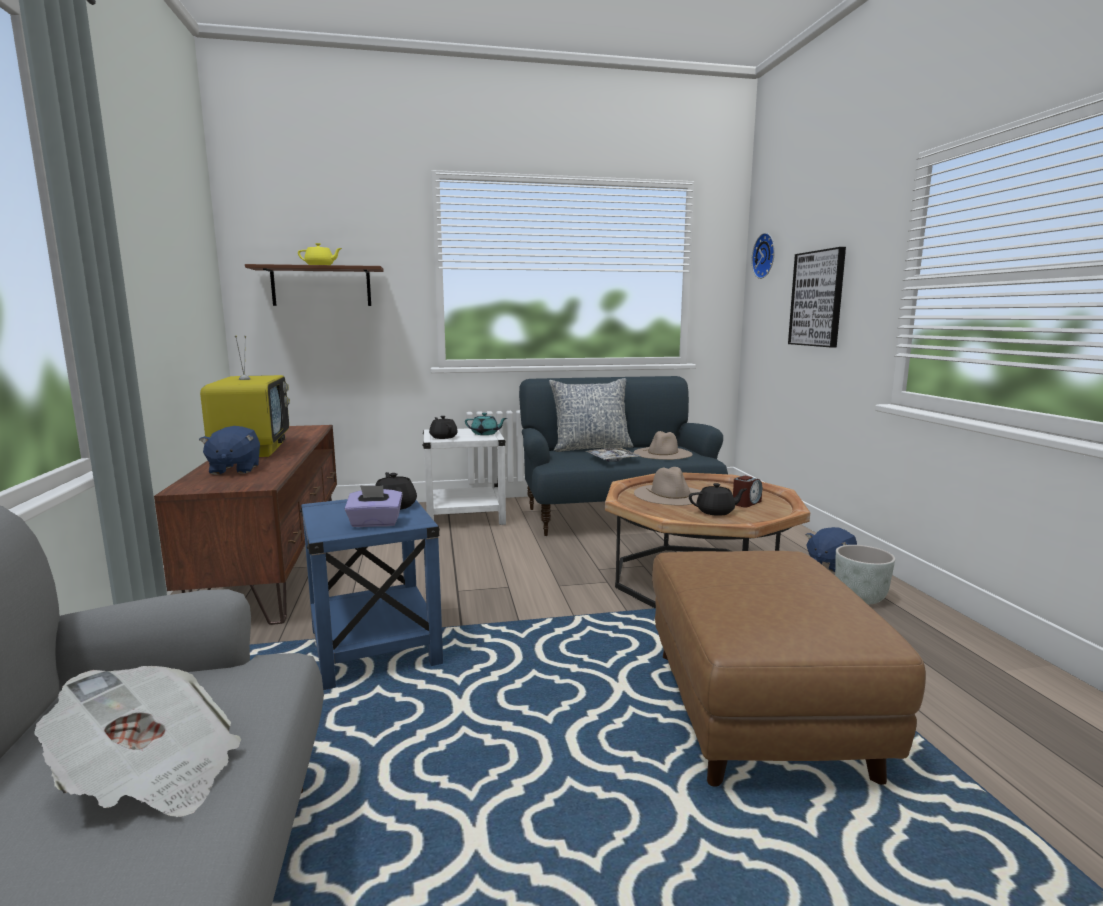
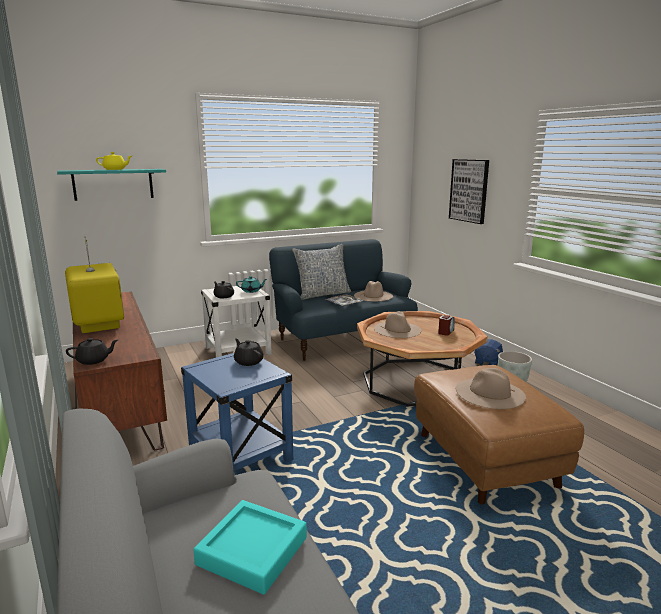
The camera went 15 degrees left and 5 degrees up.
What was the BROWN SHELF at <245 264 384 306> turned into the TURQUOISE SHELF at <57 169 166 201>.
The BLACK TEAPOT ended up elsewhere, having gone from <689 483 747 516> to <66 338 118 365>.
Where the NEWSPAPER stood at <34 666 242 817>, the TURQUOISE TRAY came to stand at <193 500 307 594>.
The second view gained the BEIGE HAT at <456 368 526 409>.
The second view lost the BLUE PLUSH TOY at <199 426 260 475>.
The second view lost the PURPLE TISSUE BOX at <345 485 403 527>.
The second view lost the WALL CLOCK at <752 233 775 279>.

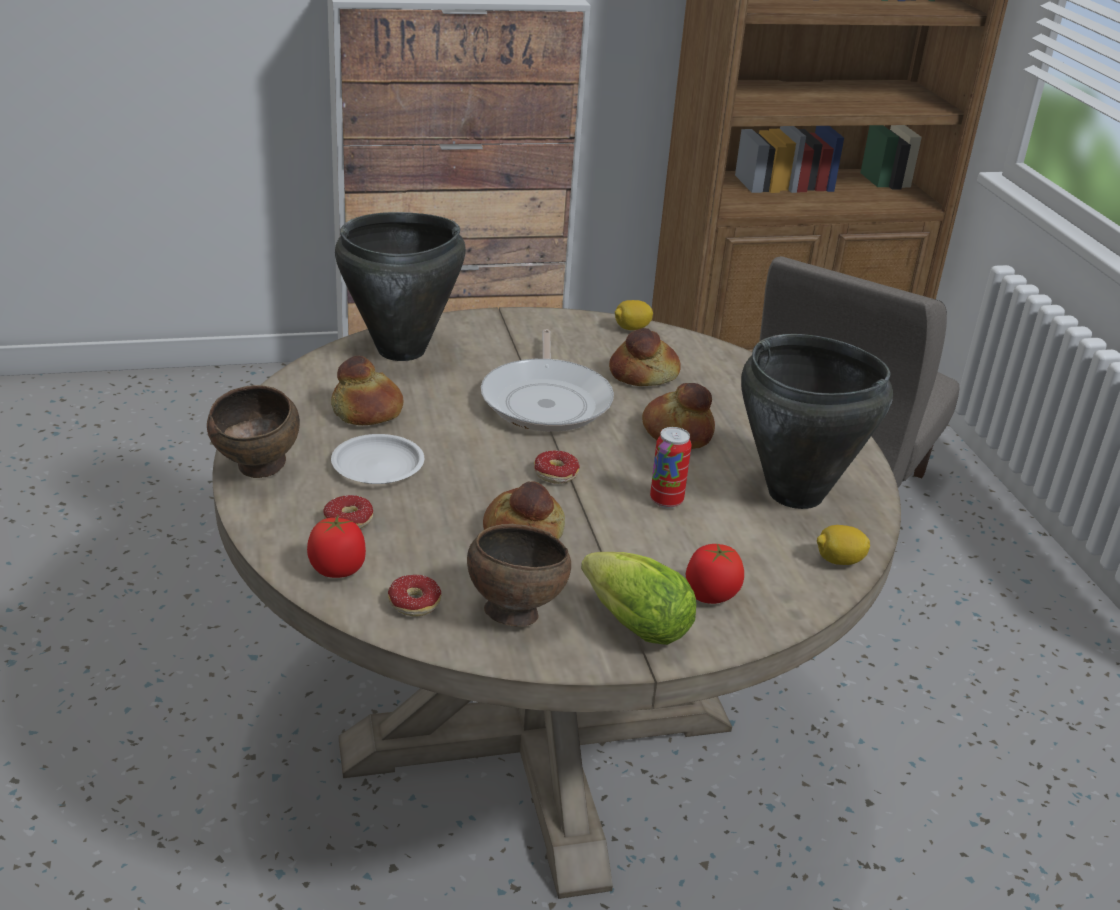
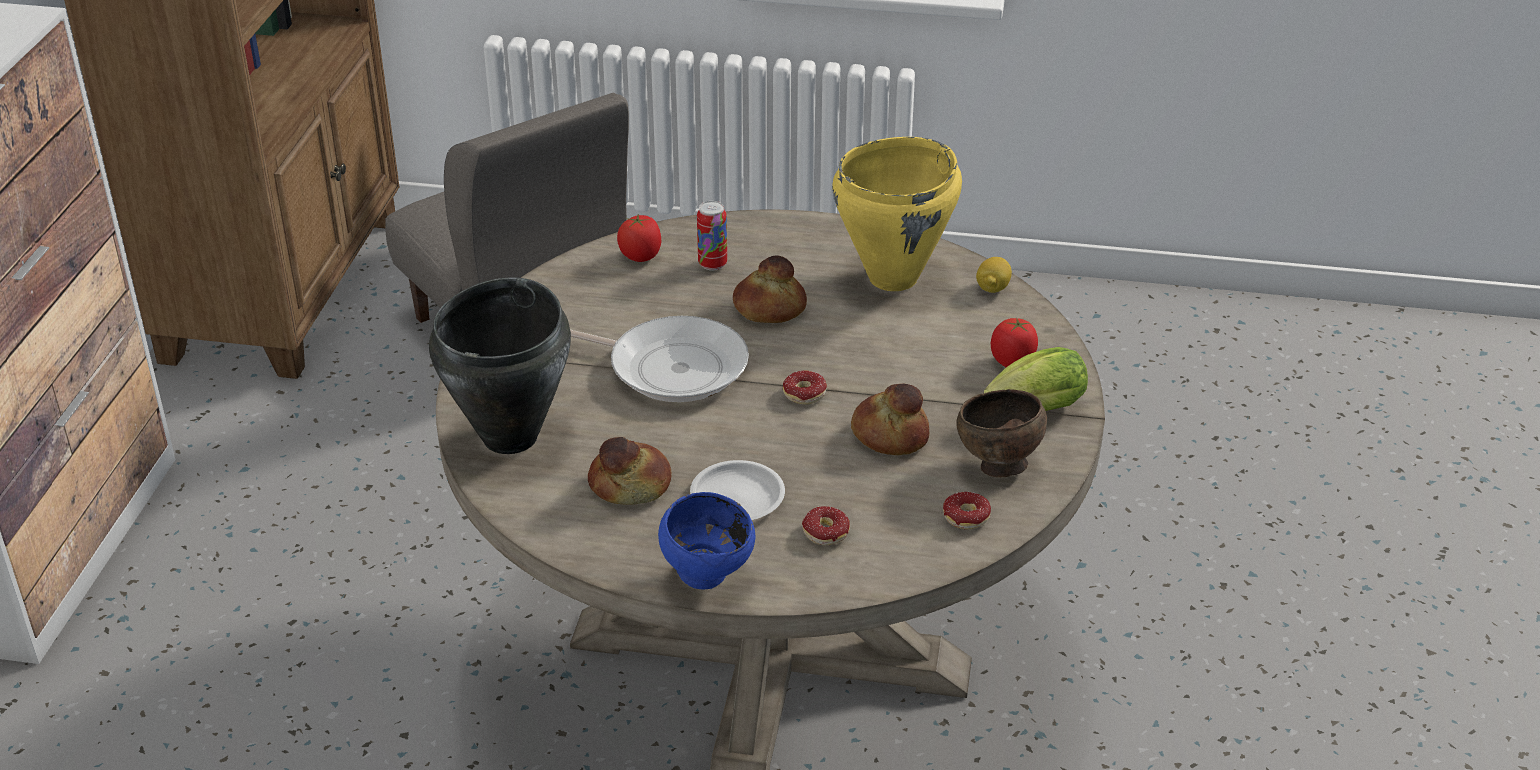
The camera went 65 degrees left and 5 degrees up.
The TOMATO ended up elsewhere, having gone from <307 515 366 578> to <617 214 661 262>.
What was the BROWN BOWL at <207 385 300 478> turned into the BLUE BOWL at <658 492 756 589>.
The CAN ended up elsewhere, having gone from <650 427 691 508> to <697 201 727 270>.
What was the BLACK COOKING POT at <741 334 893 509> turned into the YELLOW COOKING POT at <832 137 962 291>.
The second view lost the BREAD at <609 328 681 386>.
The second view lost the LEMON at <615 300 653 330>.

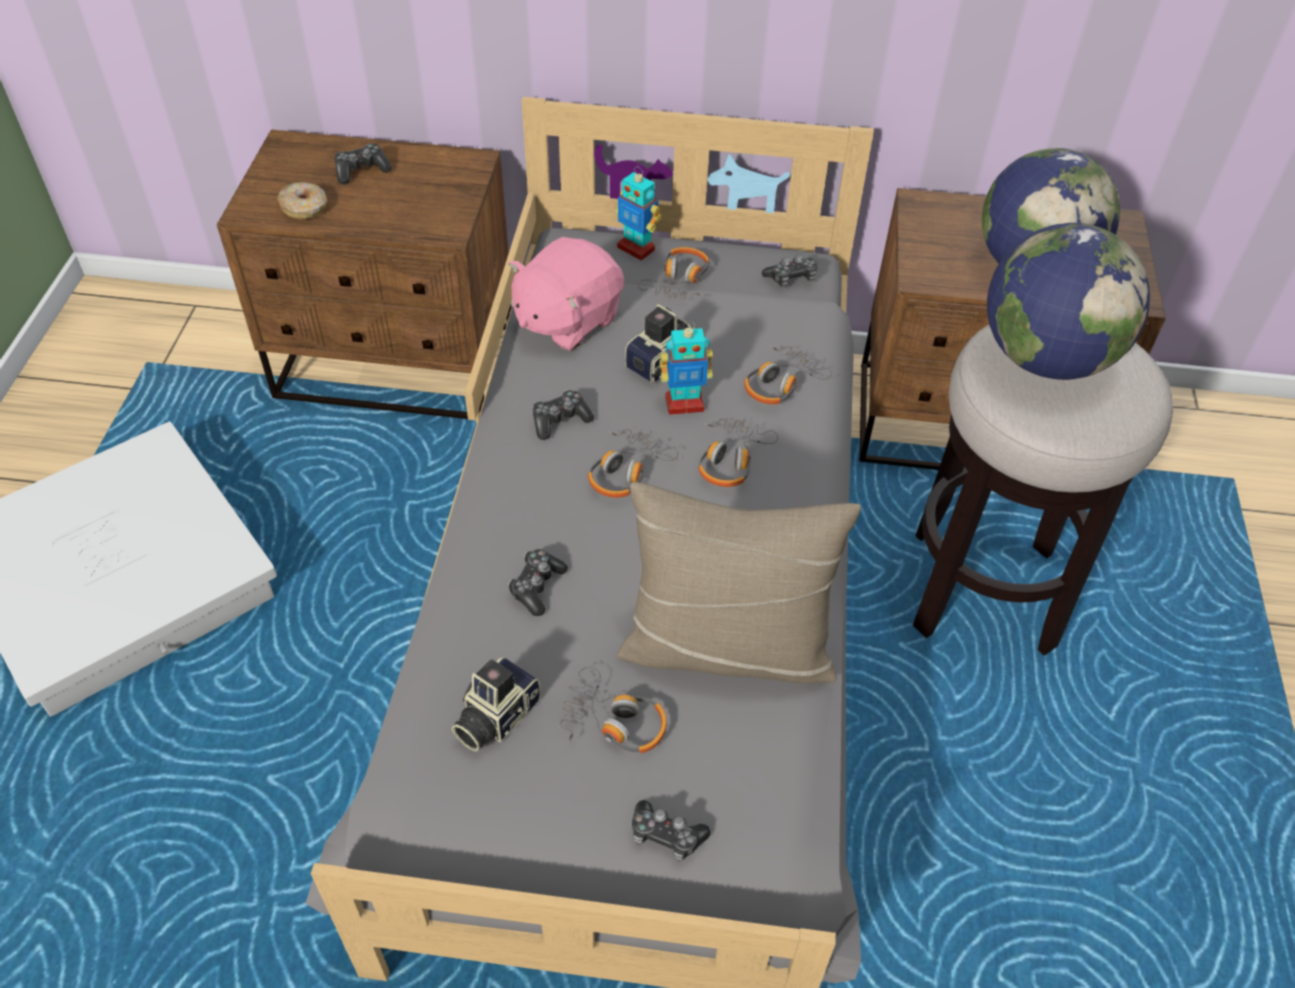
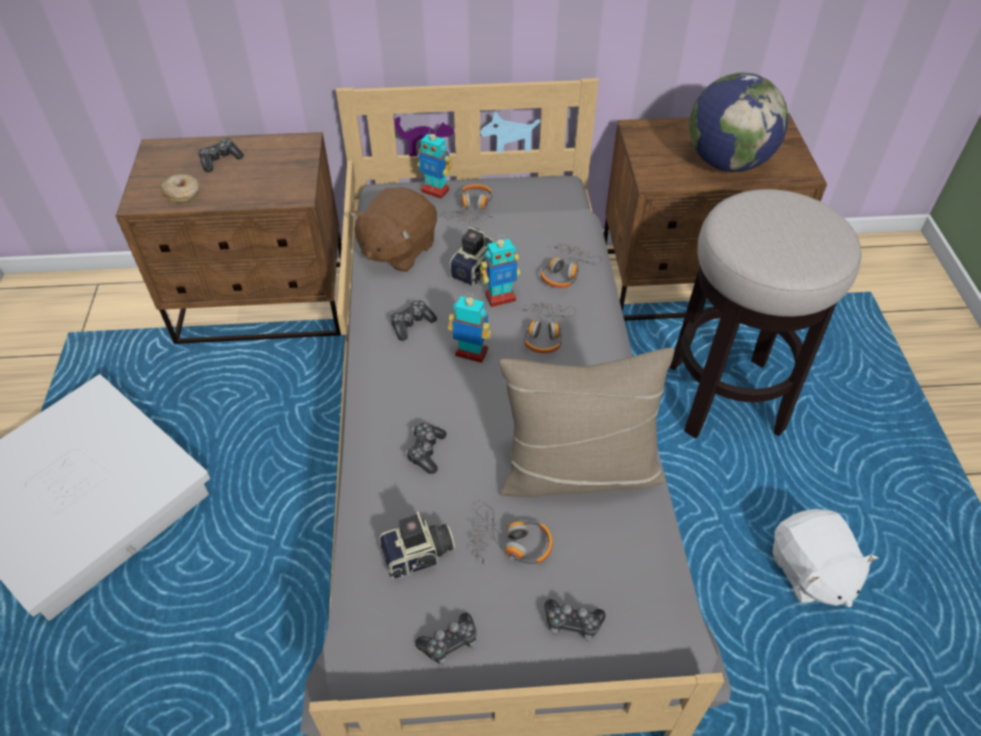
The camera went 10 degrees left and 0 degrees up.
What was the PINK PLUSH TOY at <508 237 624 351> turned into the BROWN PLUSH TOY at <350 187 437 272>.
The PHOTO CAMERA at <452 657 541 751> ended up facing another way, 135 degrees counterclockwise from before.
The GAME CONTROLLER ended up elsewhere, having gone from <762 255 817 287> to <415 612 476 665>.
Where the HEADPHONES stood at <588 429 678 498>, the TOY ROBOT came to stand at <448 293 492 363>.
The second view gained the WHITE PLUSH TOY at <773 509 878 607>.
The second view lost the GLOBE at <987 223 1150 380>.

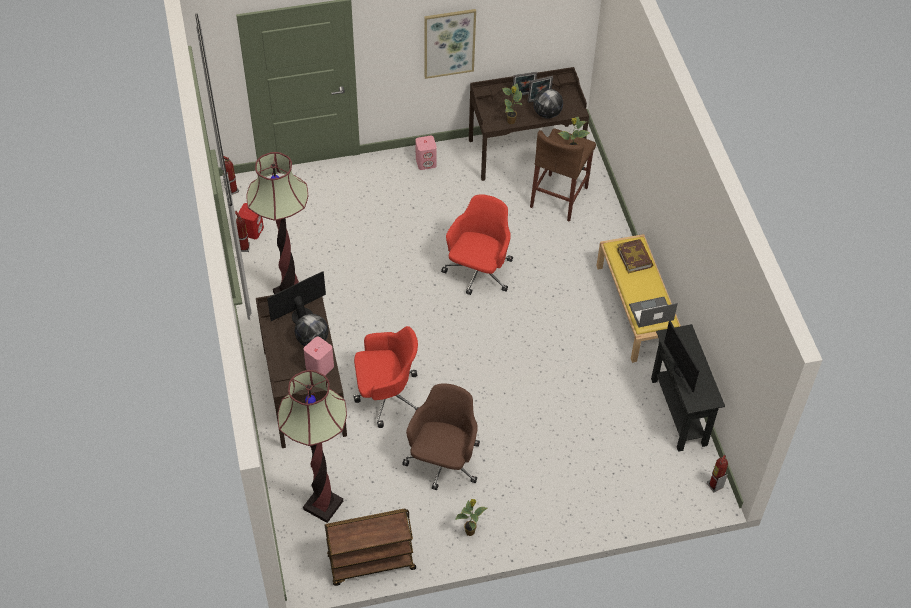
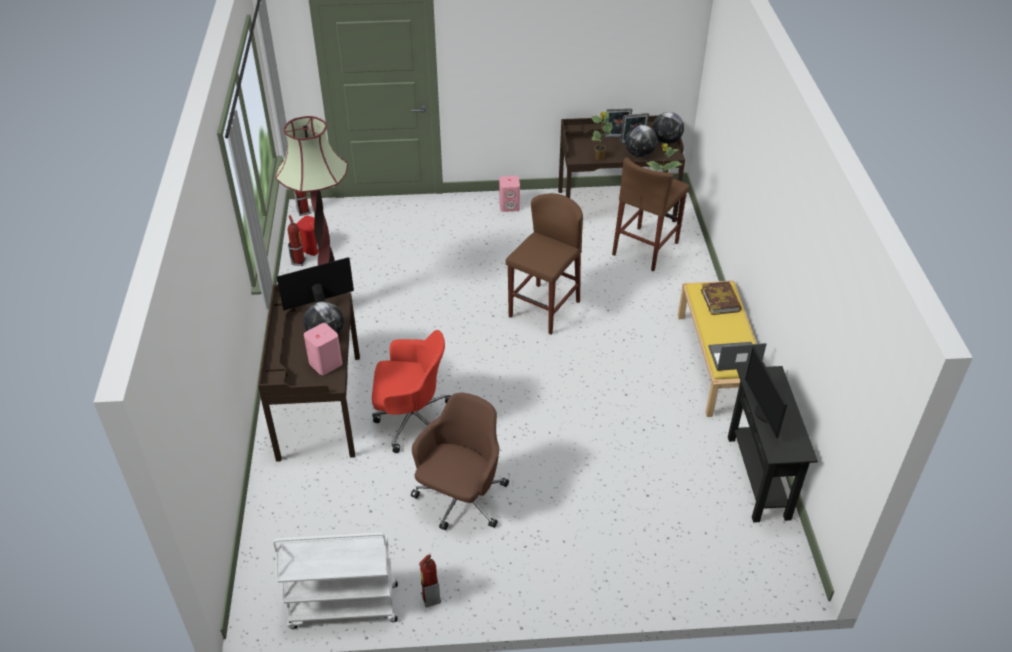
The camera went 10 degrees right and 10 degrees down.
What was the BROWN CART at <325 508 416 586> turned into the WHITE CART at <273 532 398 629>.
The FIRE EXTINGUISHER ended up elsewhere, having gone from <707 455 728 492> to <419 554 441 608>.
Where the RED OFFICE CHAIR stood at <441 194 513 295>, the BROWN STOOL came to stand at <506 193 583 335>.
The second view gained the GLOBE at <652 112 684 144>.
The second view lost the FLOOR LAMP at <278 370 347 523>.
The second view lost the PICTURE at <424 9 476 79>.
The second view lost the POTTED PLANT at <455 499 487 536>.

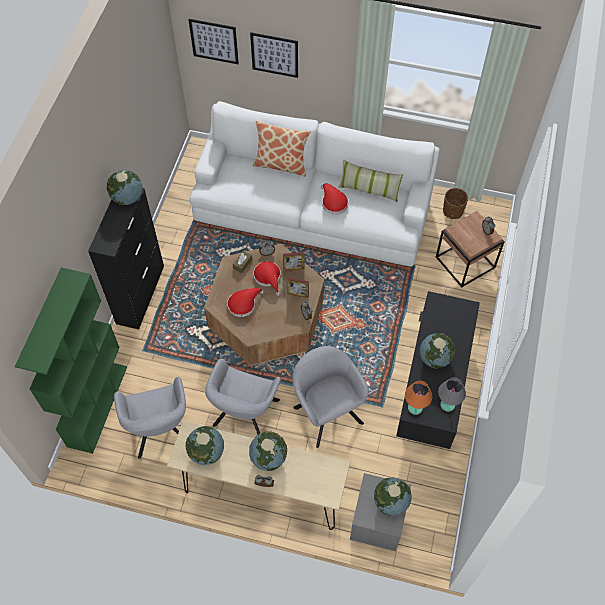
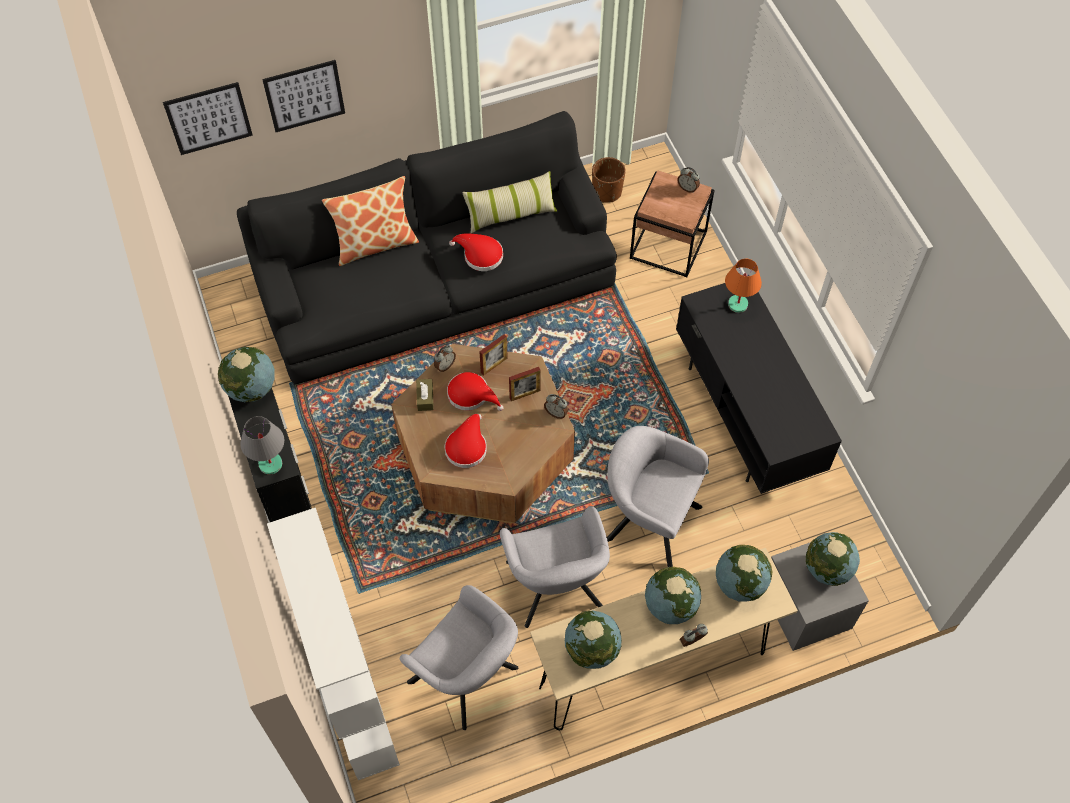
The camera went 35 degrees left and 0 degrees up.
What was the WHITE SOFA at <190 101 440 267> turned into the BLACK SOFA at <237 111 617 384>.
The GREY TABLE LAMP ended up elsewhere, having gone from <438 377 466 412> to <240 416 284 475>.
What was the GREEN BOOKCASE at <15 267 127 454> turned into the WHITE BOOKCASE at <267 508 400 780>.
The GLOBE ended up elsewhere, having gone from <420 333 455 369> to <716 545 772 601>.
The ORANGE TABLE LAMP ended up elsewhere, having gone from <405 381 432 415> to <725 259 762 313>.

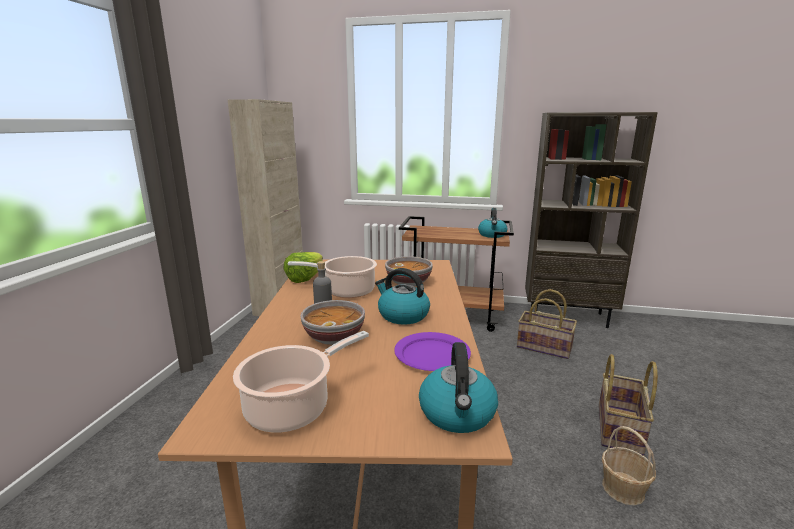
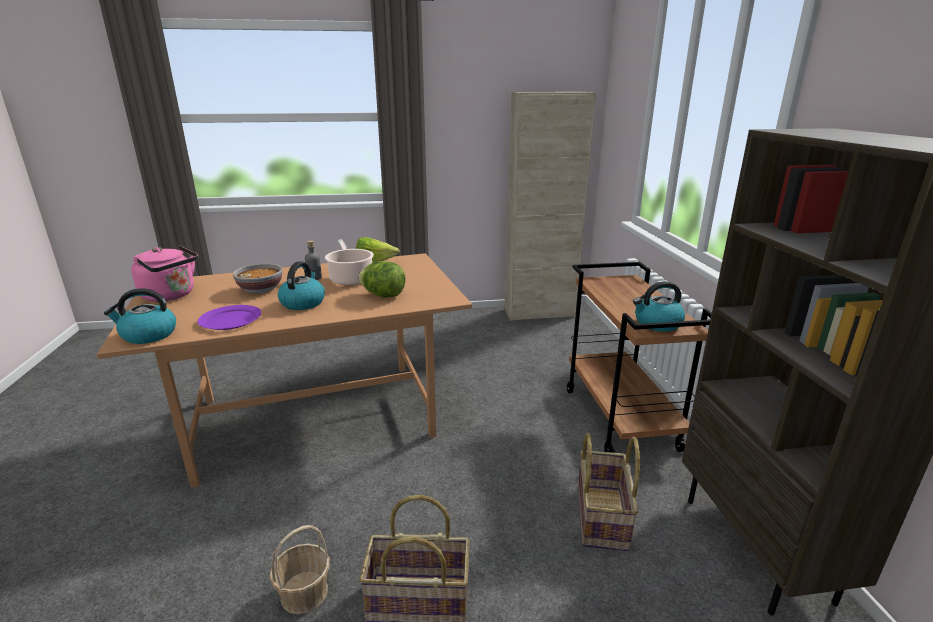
The camera went 70 degrees right and 5 degrees up.
Where the COOKING POT stood at <233 331 369 433>, the PINK KETTLE came to stand at <131 245 198 302>.
Where the BOWL stood at <385 256 433 286>, the LETTUCE came to stand at <358 261 406 297>.

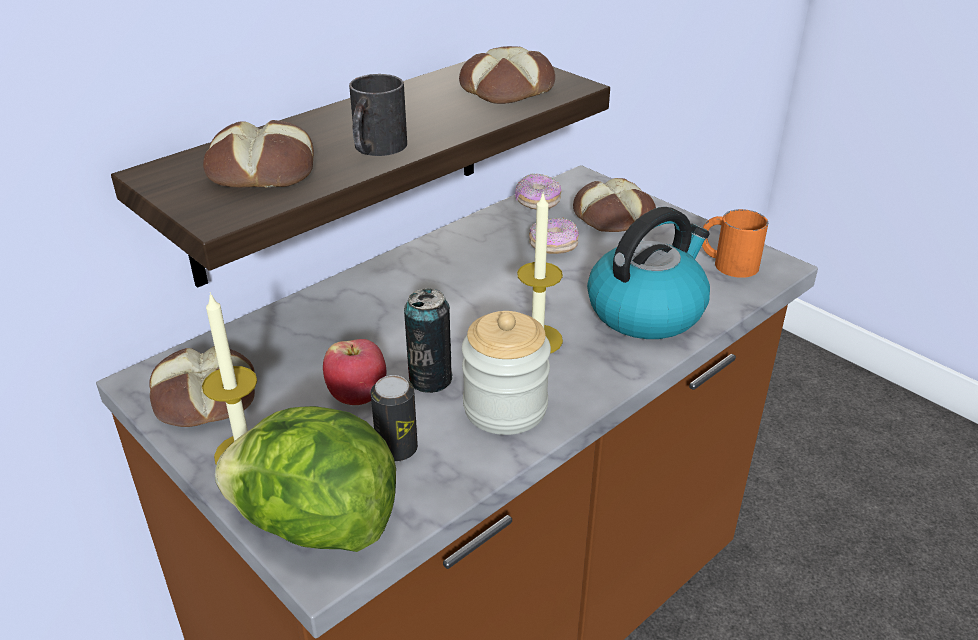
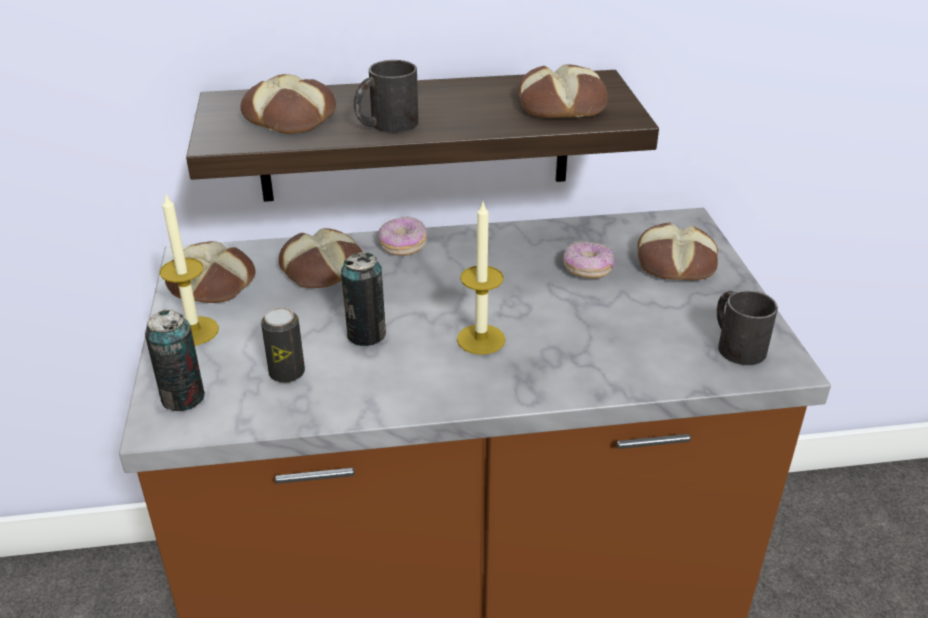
The camera went 35 degrees right and 0 degrees up.
Where the LETTUCE stood at <215 406 396 552>, the CAN came to stand at <145 310 205 411>.
The second view gained the BREAD at <279 228 363 288>.
The DONUT ended up elsewhere, having gone from <515 173 562 209> to <379 216 427 256>.
What was the ORANGE MUG at <702 209 768 278> turned into the BLACK MUG at <717 290 778 365>.
The second view lost the APPLE at <323 339 387 405>.
The second view lost the JAR at <462 311 551 435>.
The second view lost the KETTLE at <587 207 710 339>.

